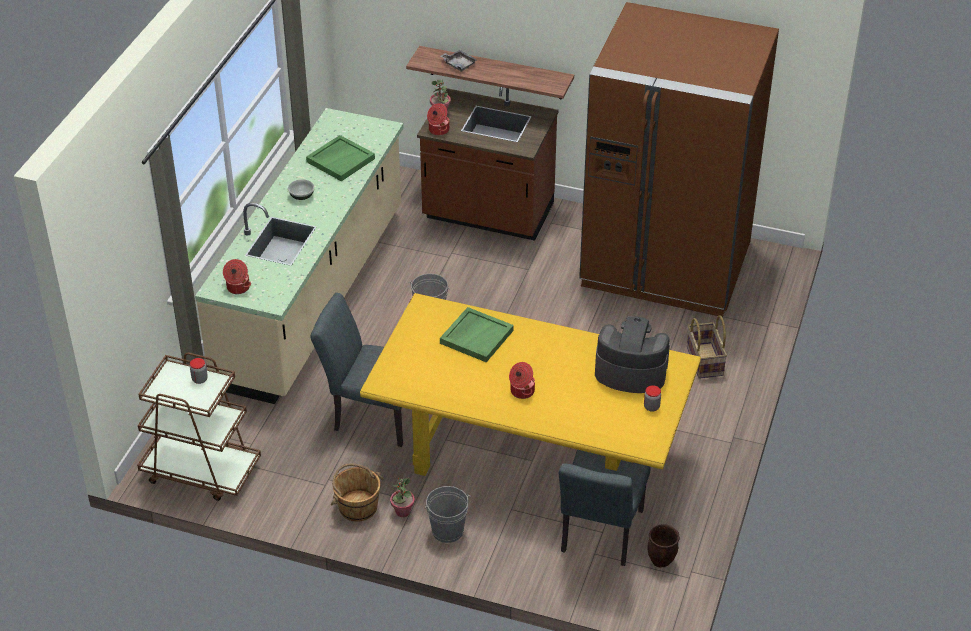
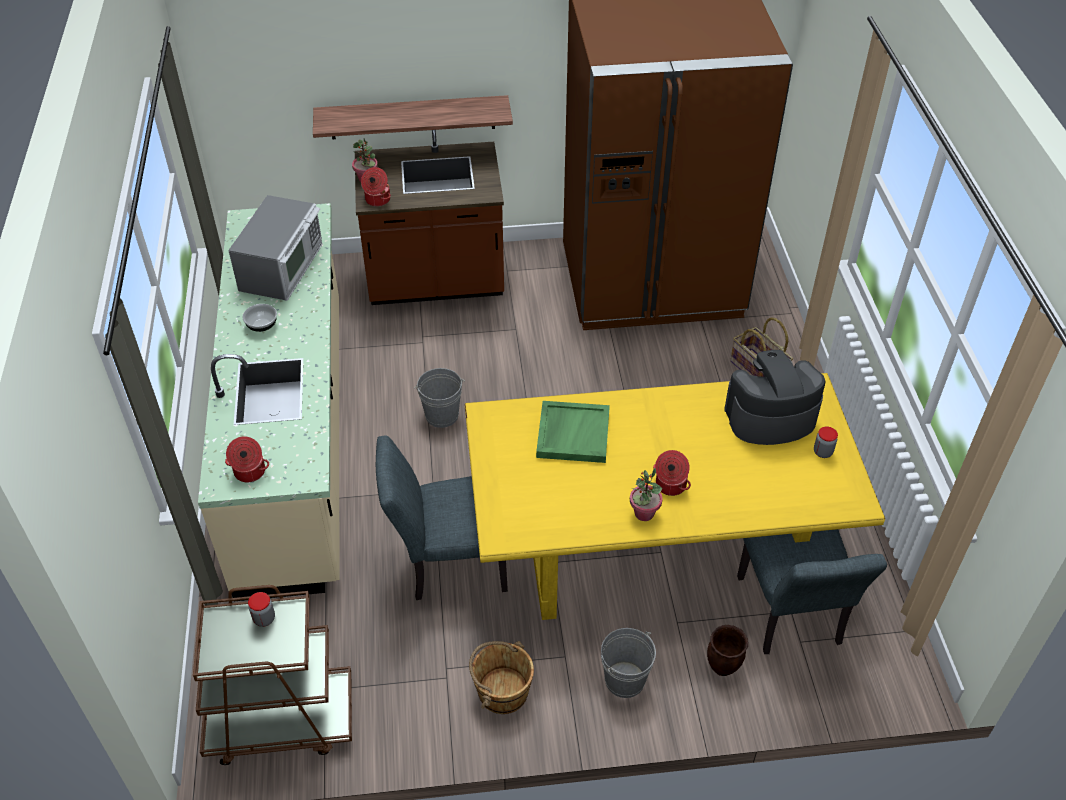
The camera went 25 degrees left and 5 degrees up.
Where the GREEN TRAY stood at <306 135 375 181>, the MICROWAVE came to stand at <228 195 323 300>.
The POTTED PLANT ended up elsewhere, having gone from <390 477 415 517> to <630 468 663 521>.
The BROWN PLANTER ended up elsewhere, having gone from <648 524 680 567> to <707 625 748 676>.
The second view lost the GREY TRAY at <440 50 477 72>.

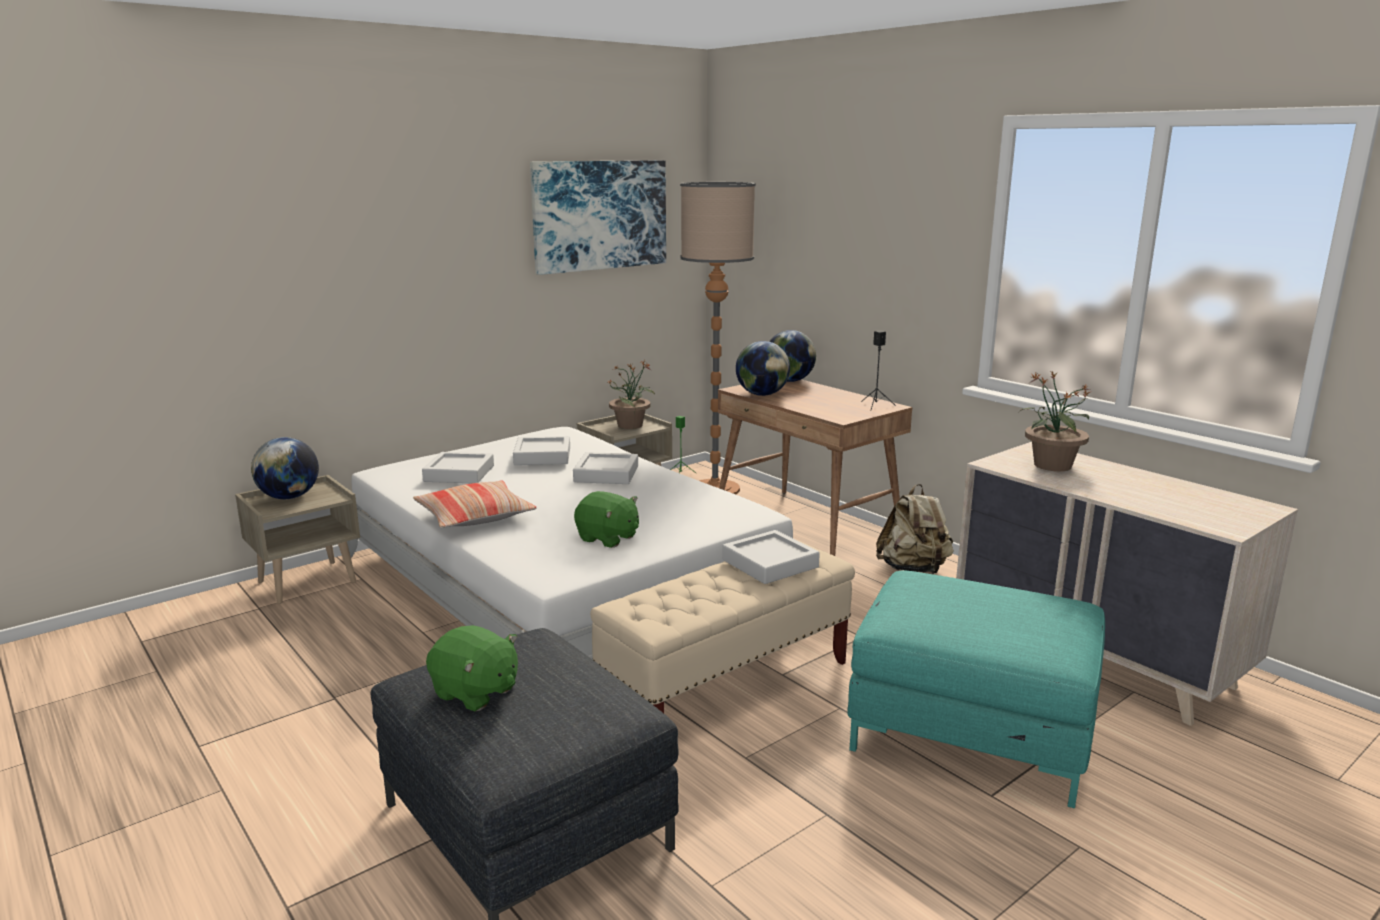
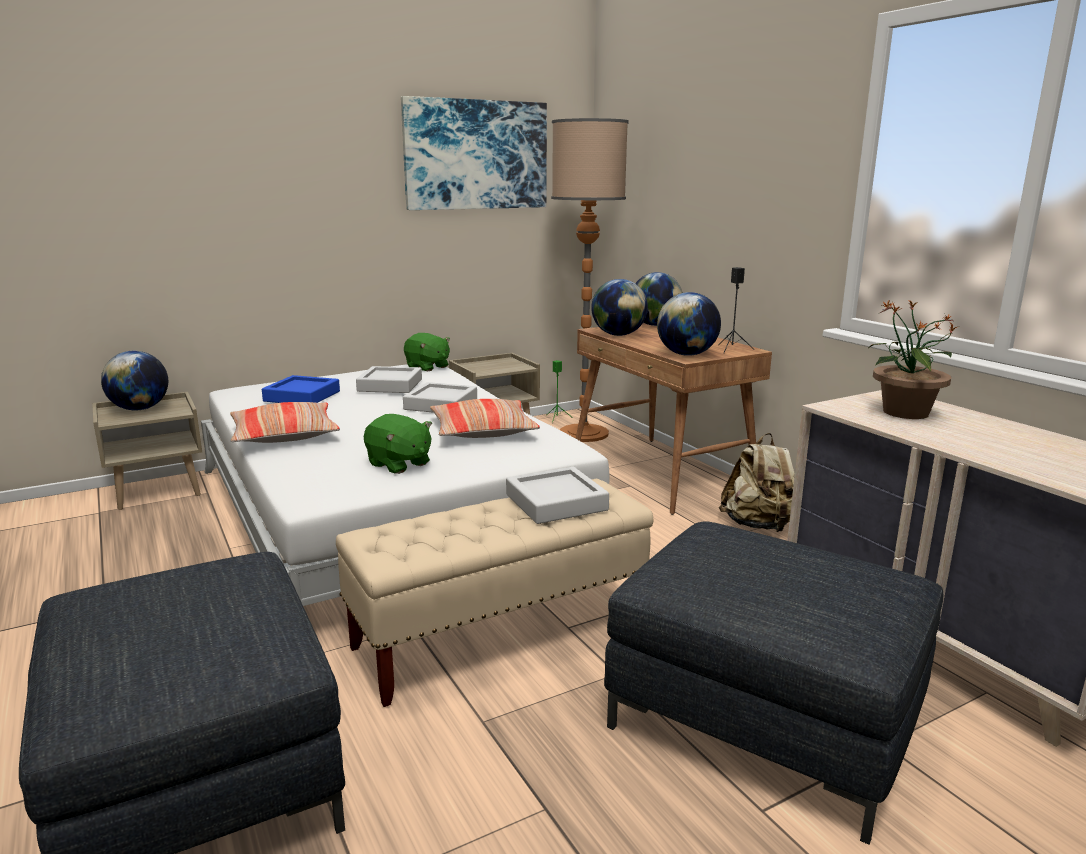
The camera went 10 degrees right and 0 degrees up.
What was the GREY TRAY at <422 452 494 483> turned into the BLUE TRAY at <262 375 340 403>.
The GREEN PLUSH TOY ended up elsewhere, having gone from <426 625 518 711> to <404 333 450 371>.
The second view gained the PILLOW at <430 399 540 438>.
What was the TURQUOISE OTTOMAN at <847 570 1105 808> turned into the GREY OTTOMAN at <604 521 943 845>.
The second view gained the GLOBE at <657 292 721 356>.
The second view lost the POTTED PLANT at <607 361 655 429>.

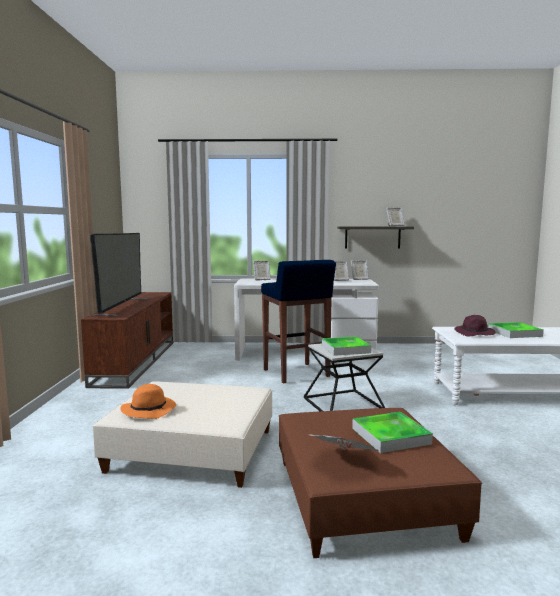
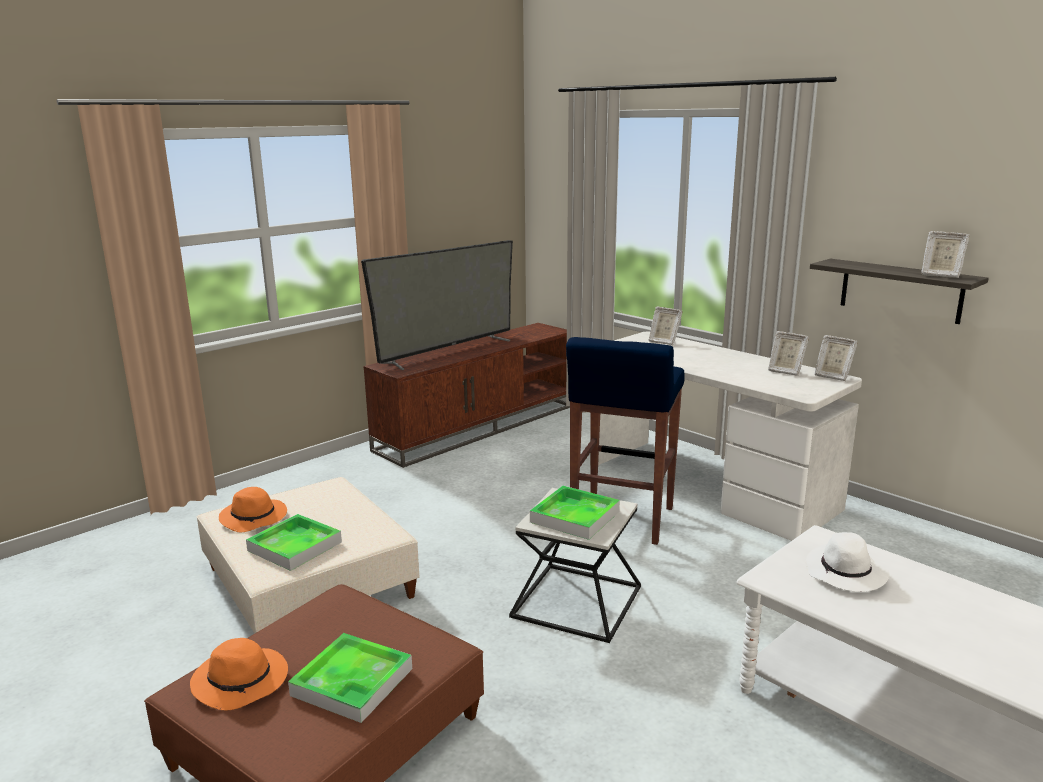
The camera went 45 degrees right and 10 degrees up.
Where the NEWSPAPER stood at <308 434 379 451>, the ORANGE HAT came to stand at <190 638 288 710>.
The TRAY ended up elsewhere, having gone from <488 322 544 338> to <246 514 342 571>.
What was the PURPLE HAT at <454 315 496 336> turned into the WHITE HAT at <805 532 890 592>.

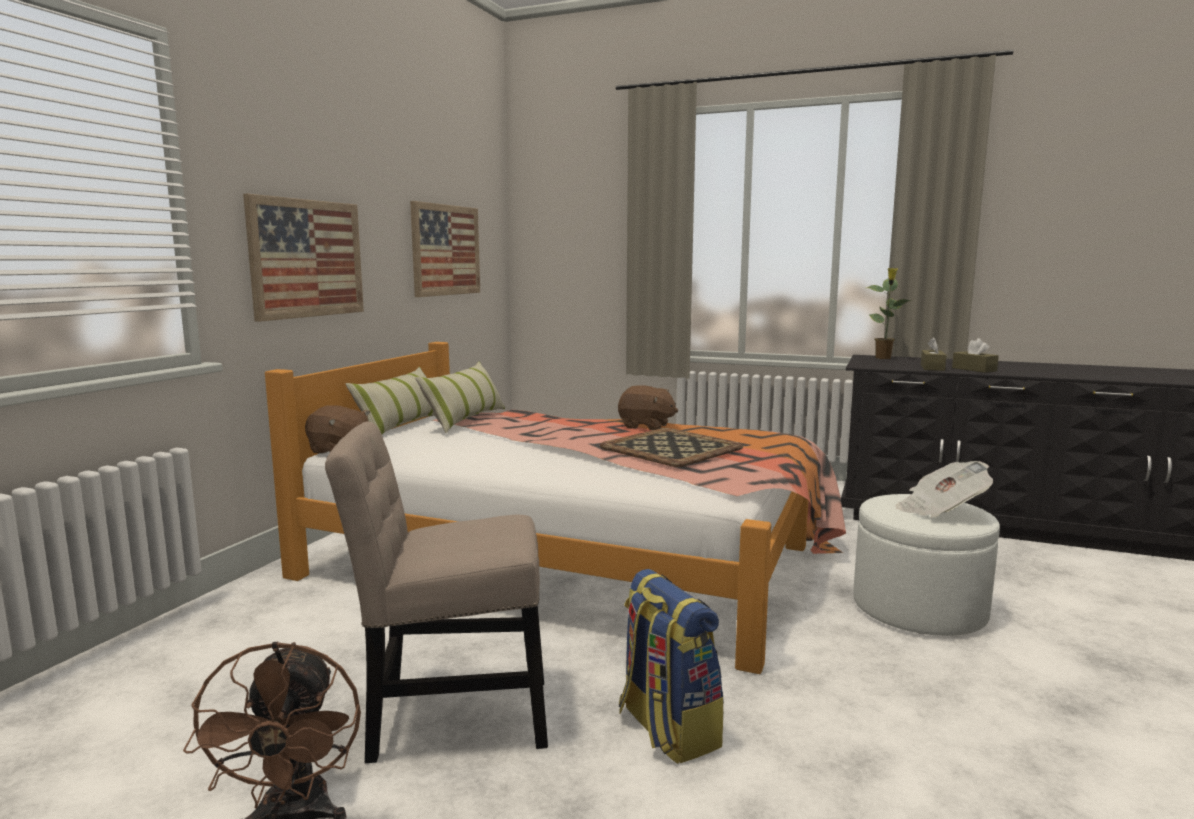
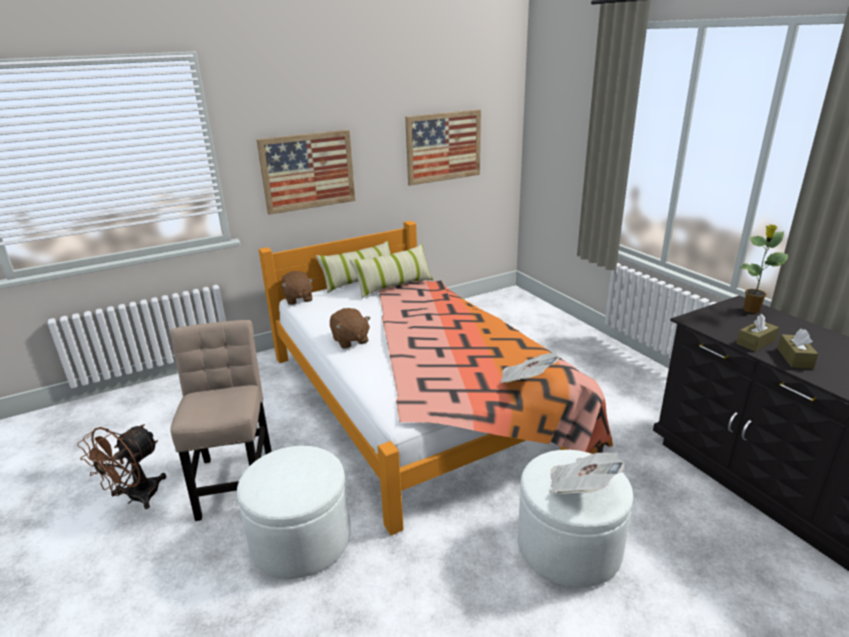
The camera went 40 degrees right and 15 degrees up.
The BEIGE CHAIR at <325 421 548 763> ended up facing another way, 45 degrees clockwise from before.
Where the BACKPACK stood at <619 569 724 764>, the WHITE OTTOMAN came to stand at <237 446 351 579>.
The BROWN PLUSH TOY ended up elsewhere, having gone from <618 385 678 430> to <330 308 370 349>.
The second view gained the NEWSPAPER at <499 352 559 383>.
The second view lost the TRAY at <600 428 743 467>.

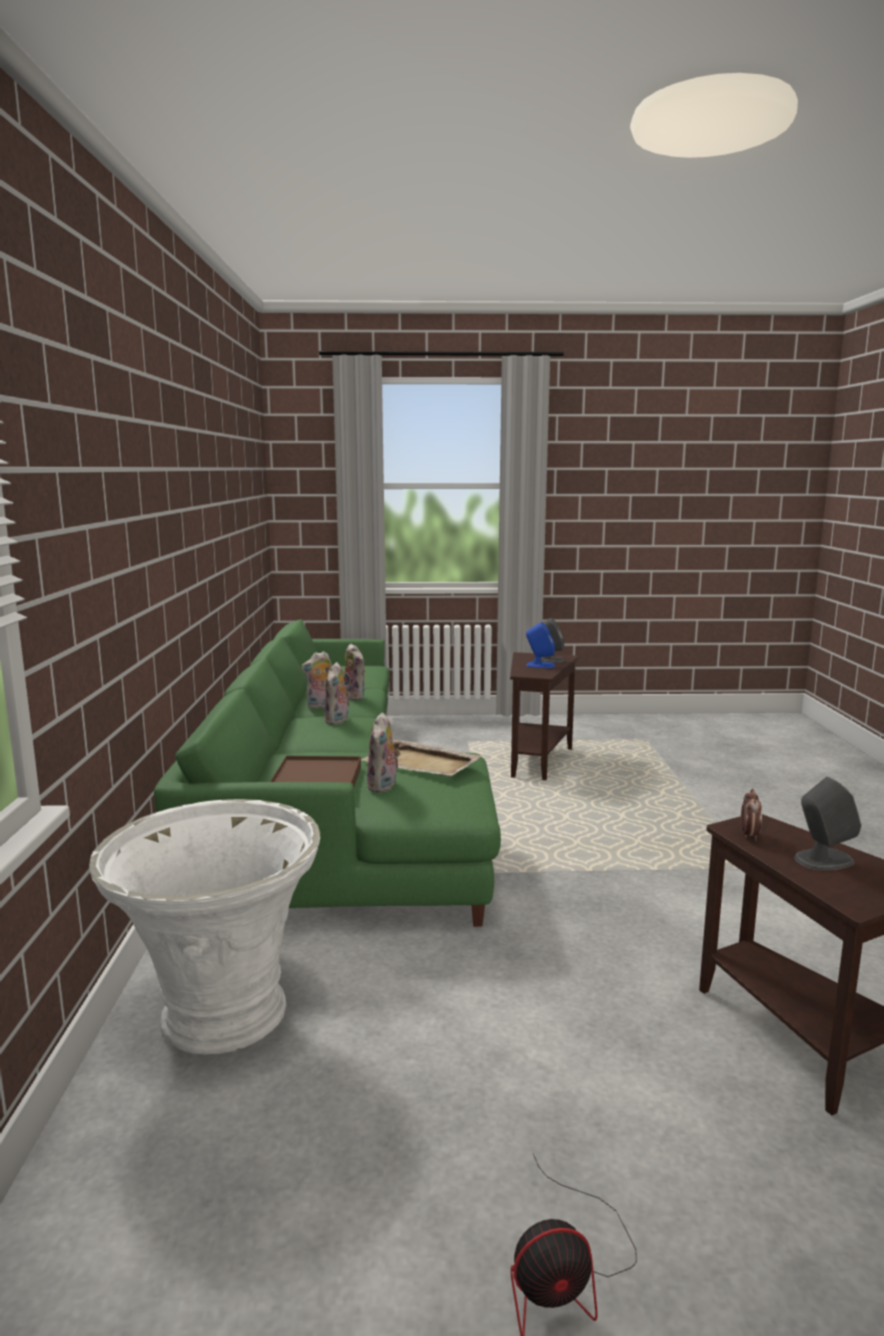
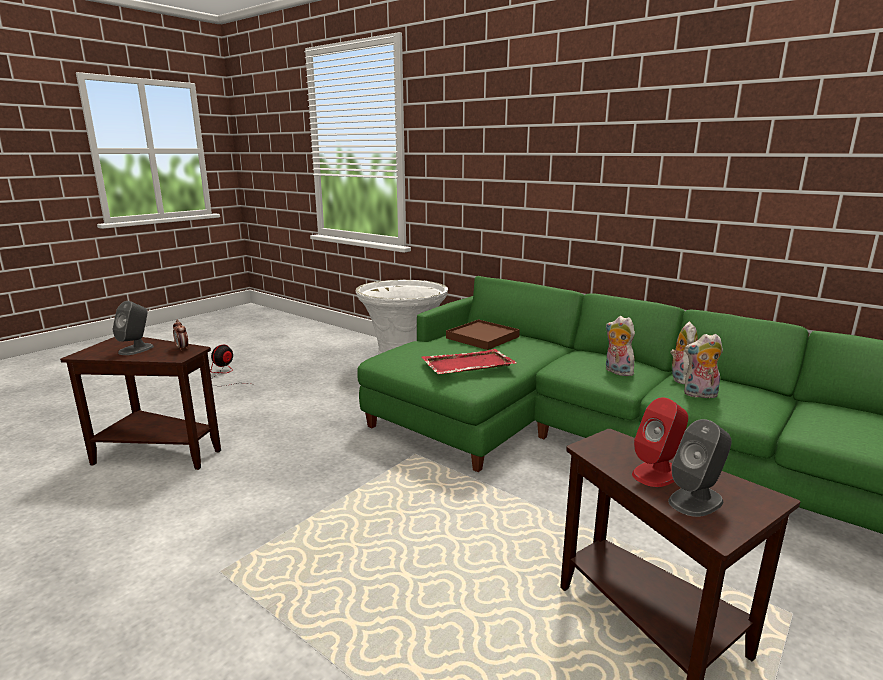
The camera went 130 degrees right and 5 degrees up.
What was the BEIGE TRAY at <361 740 481 776> turned into the RED TRAY at <421 349 517 374>.
What was the BLUE SPEAKER at <526 622 555 668> turned into the RED SPEAKER at <632 398 688 487>.
The second view lost the PLUSH TOY at <367 712 400 793>.

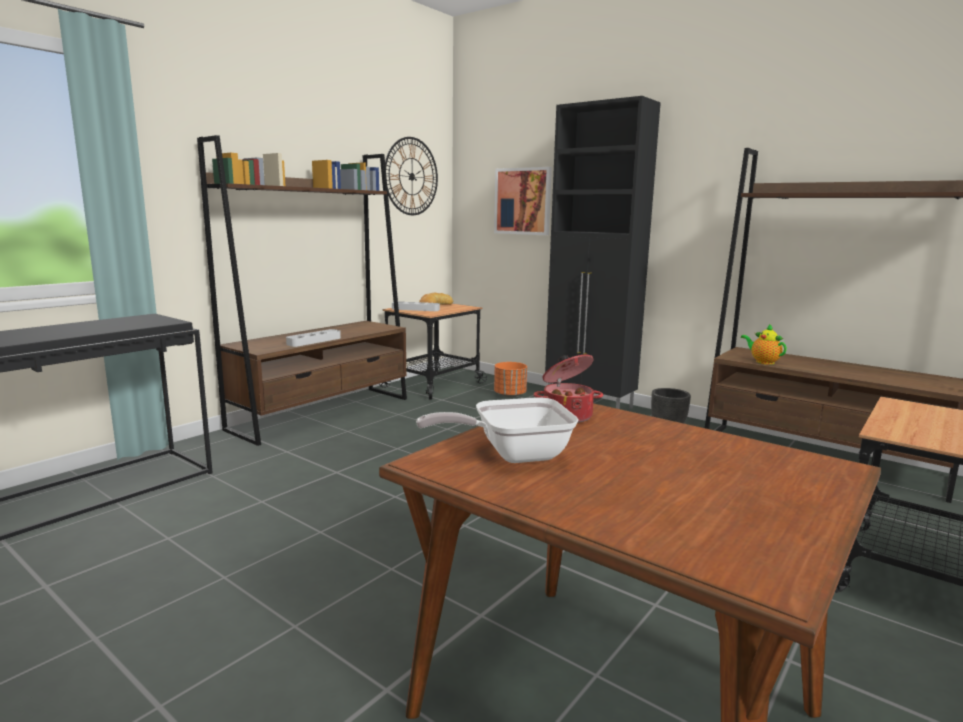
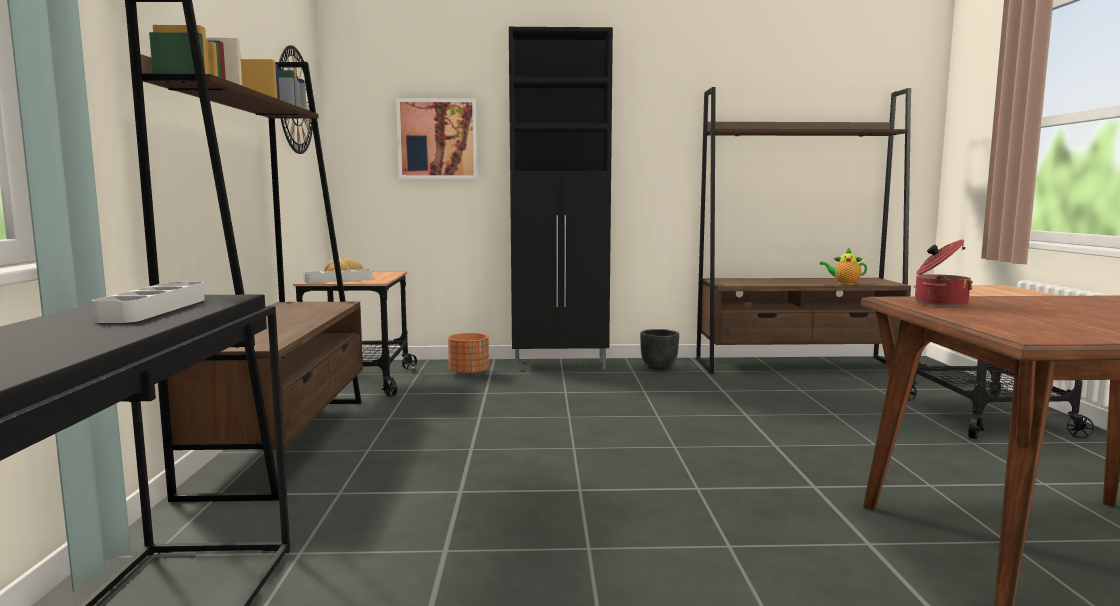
The camera went 40 degrees left and 5 degrees down.
The GREY TRAY ended up elsewhere, having gone from <286 329 341 347> to <92 282 205 323>.
The TEAPOT ended up elsewhere, having gone from <741 324 787 365> to <820 248 867 285>.
The second view lost the FRYING PAN at <416 397 579 463>.

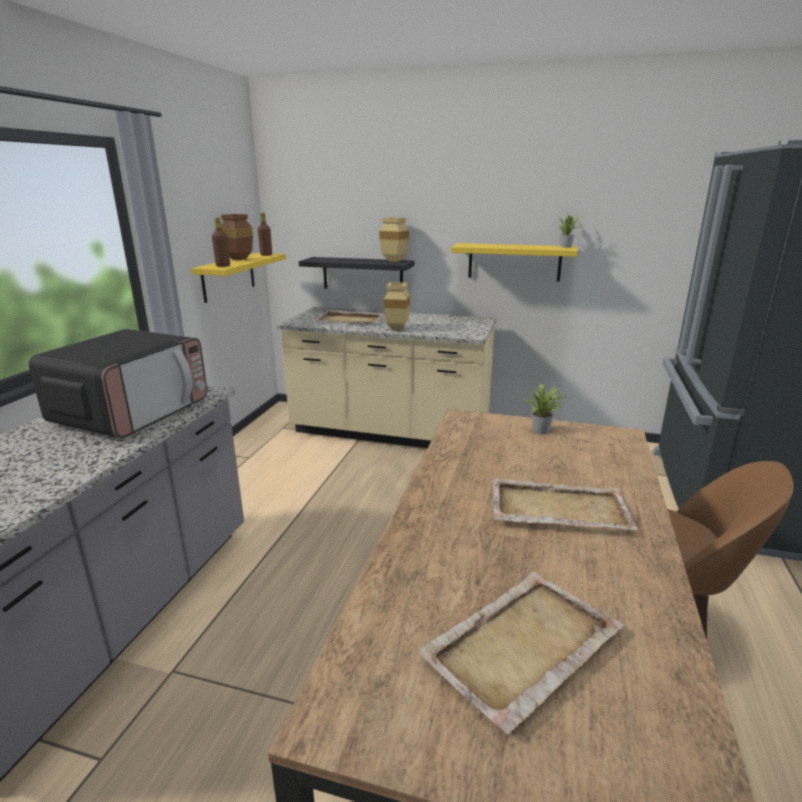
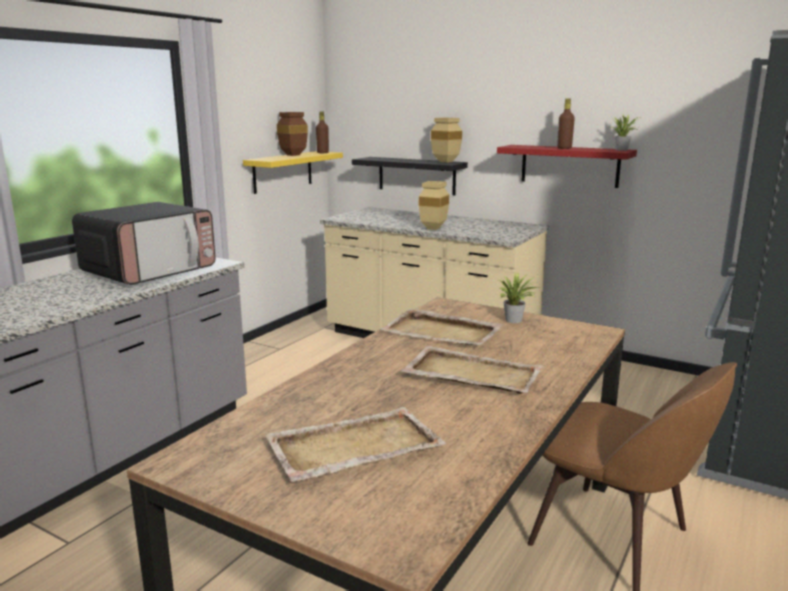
The camera went 15 degrees right and 5 degrees down.
The BEIGE TRAY ended up elsewhere, having gone from <313 311 385 324> to <380 309 504 345>.
What was the YELLOW SHELF at <451 243 578 282> turned into the RED SHELF at <497 145 637 188>.
The BROWN BOTTLE ended up elsewhere, having gone from <212 217 230 267> to <557 98 575 149>.

